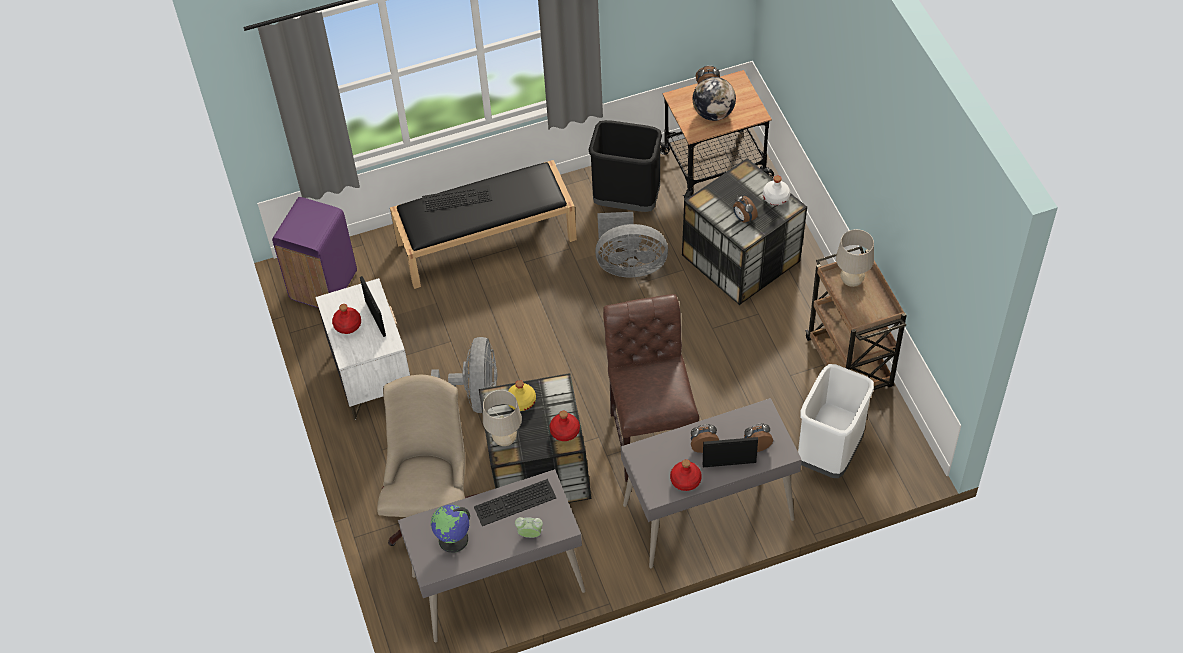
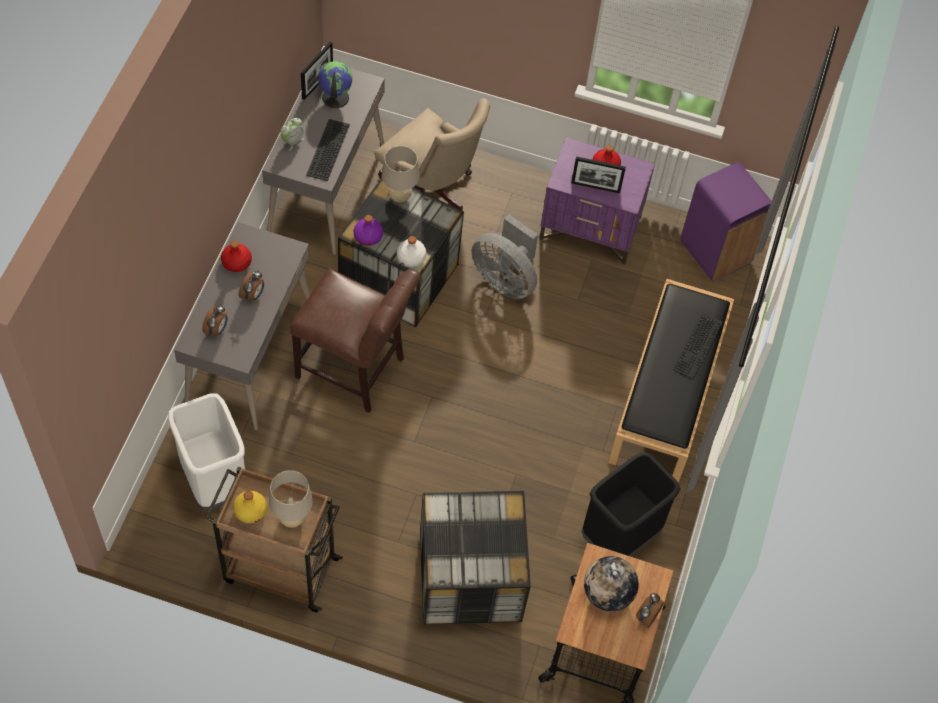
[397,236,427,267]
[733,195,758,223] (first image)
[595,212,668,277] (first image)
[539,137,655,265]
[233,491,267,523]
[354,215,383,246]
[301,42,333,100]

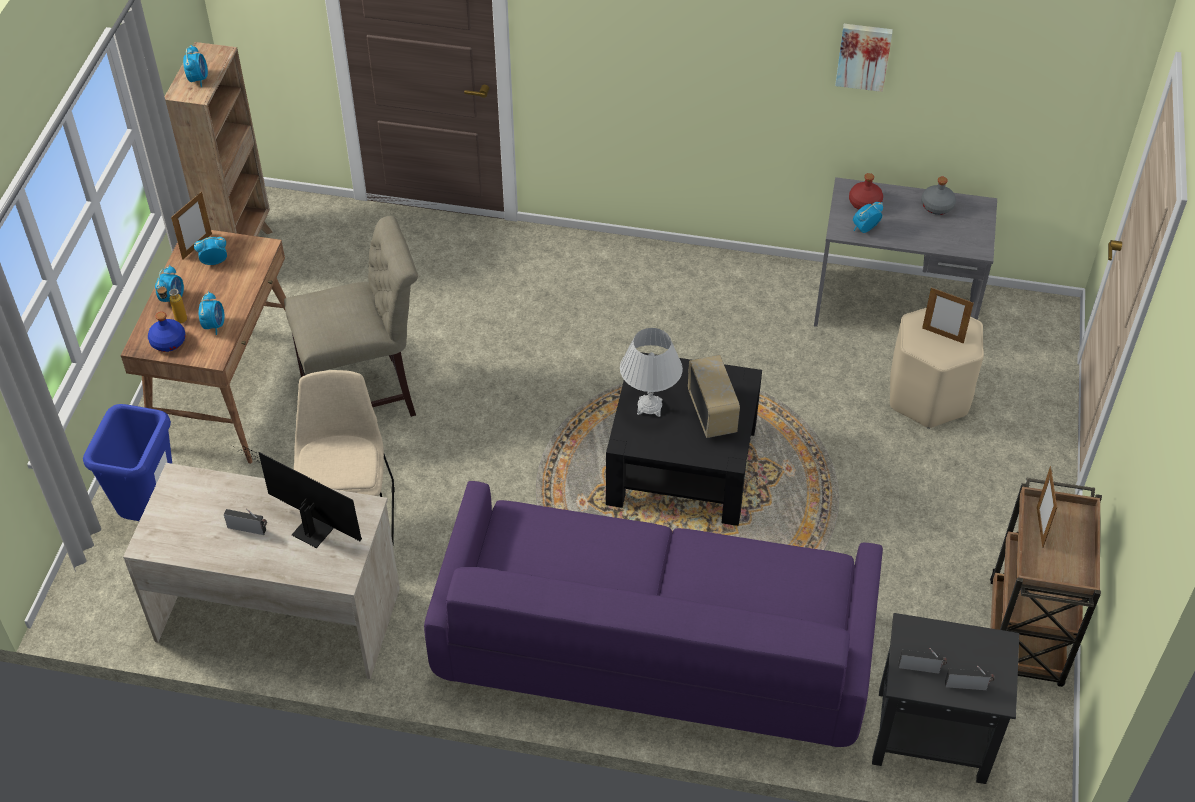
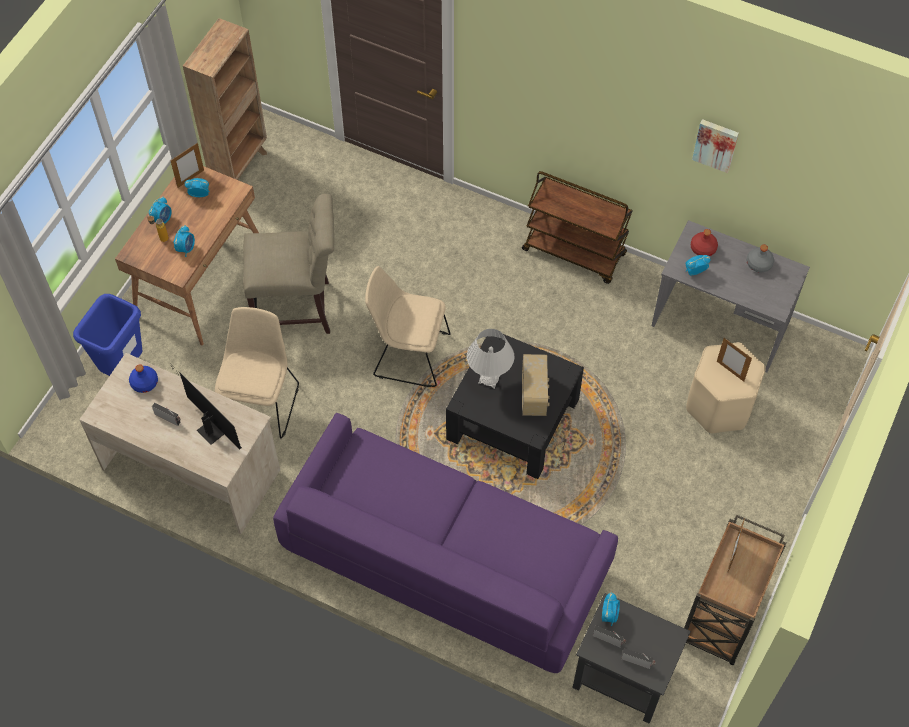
[602,592,620,626]
[129,364,158,393]
[522,171,632,284]
[365,266,451,387]

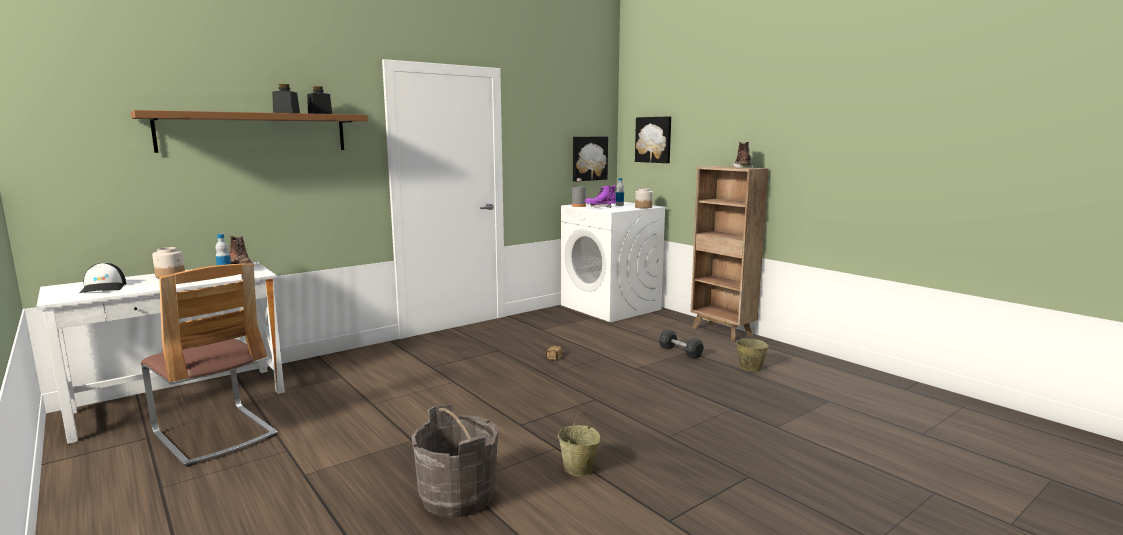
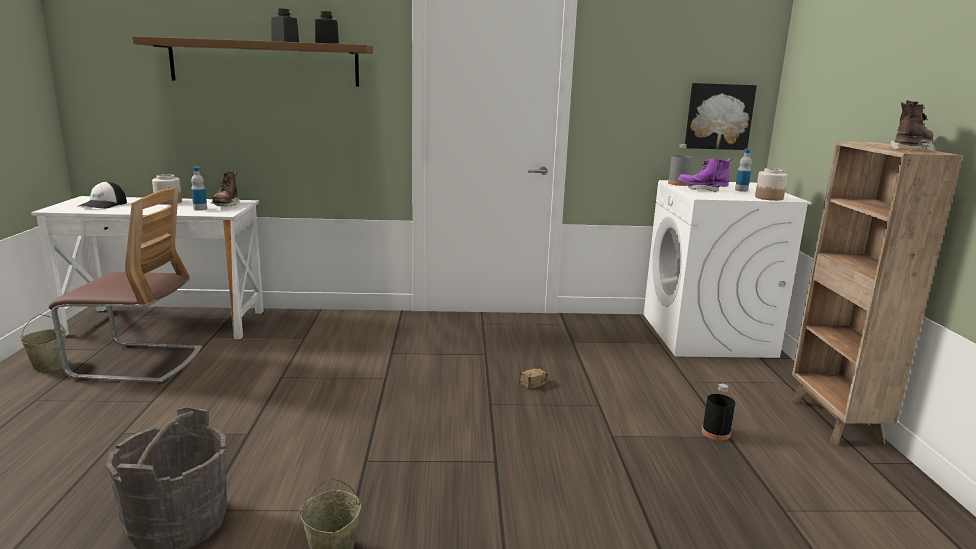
[635,116,671,163] (first image)
[49,188,202,384]
[20,314,66,372]
[702,384,735,441]

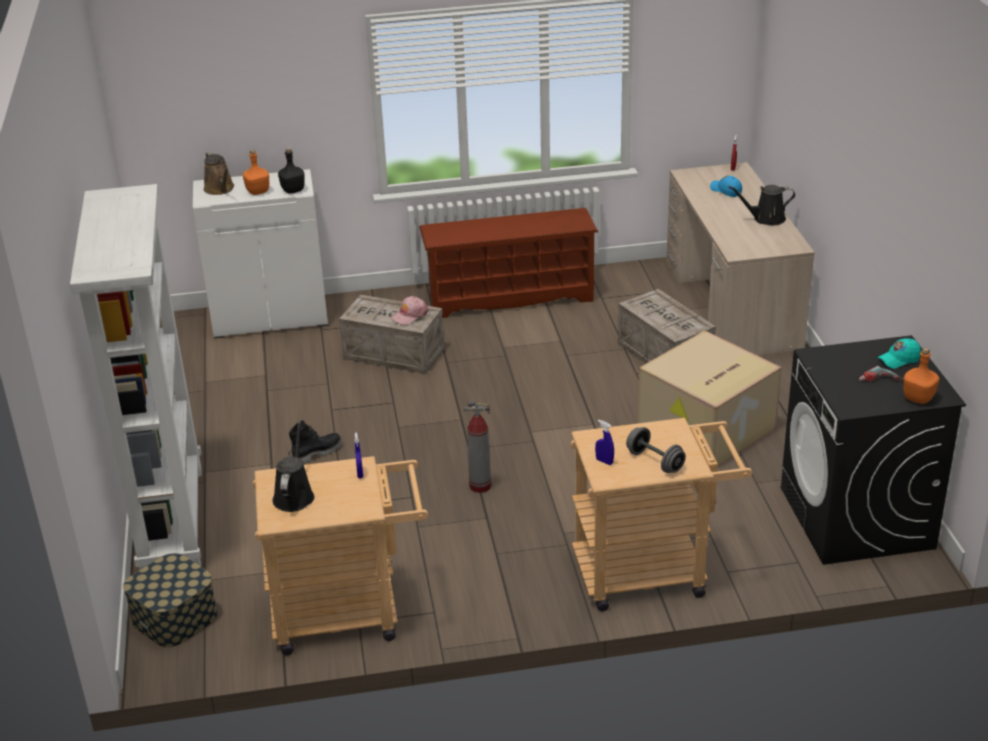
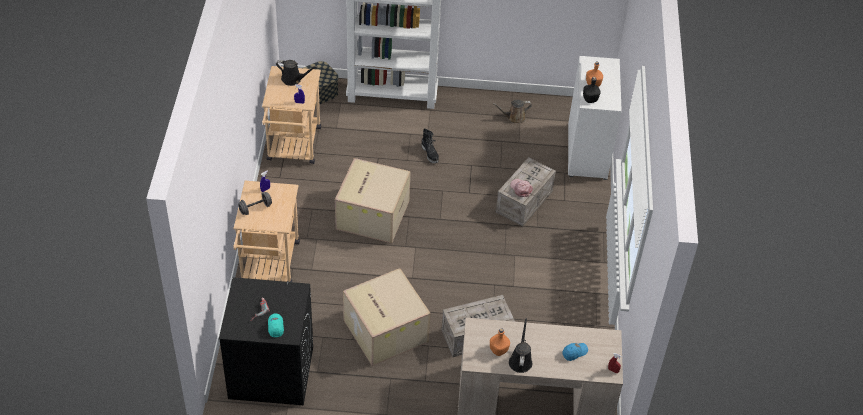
[492,99,532,124]
[419,208,598,318] (first image)
[490,328,510,356]
[335,158,411,243]

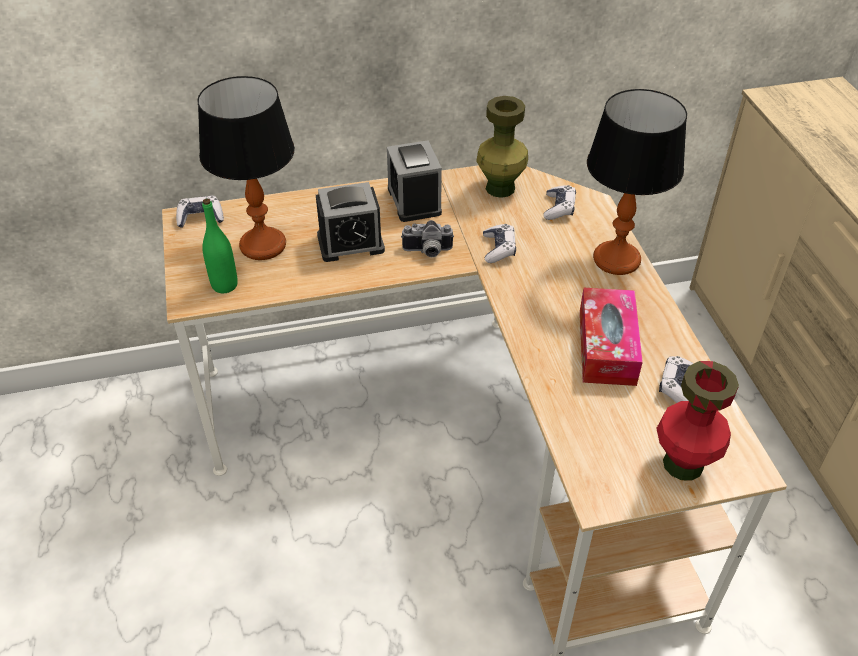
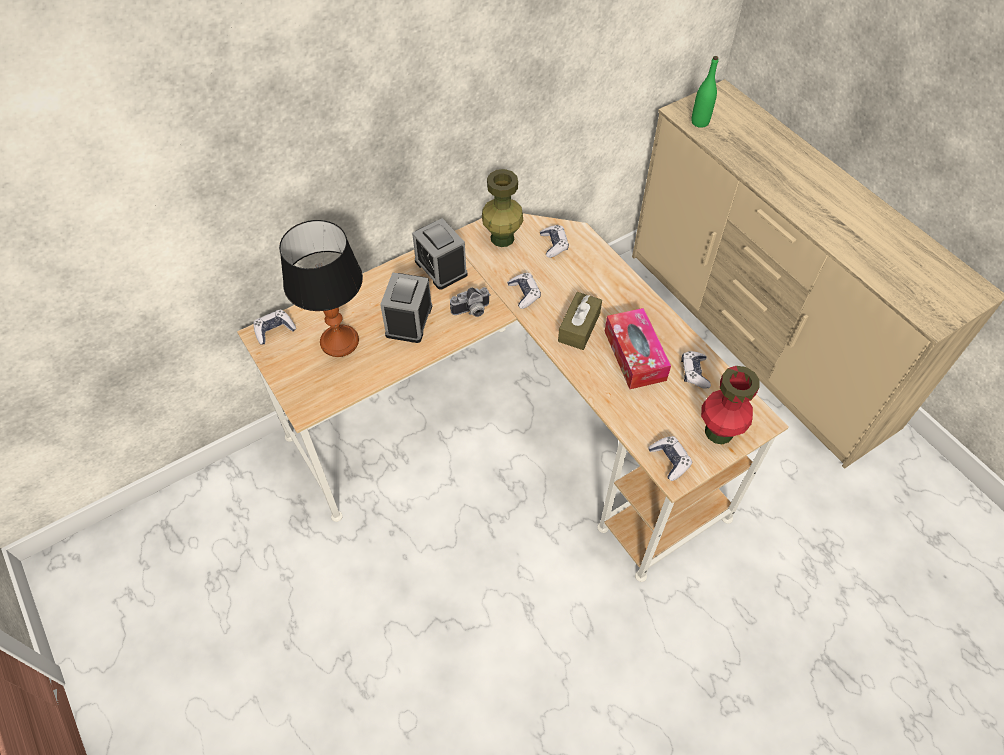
[587,89,687,275] (first image)
[380,272,432,343]
[691,56,718,128]
[558,292,602,350]
[648,436,692,481]

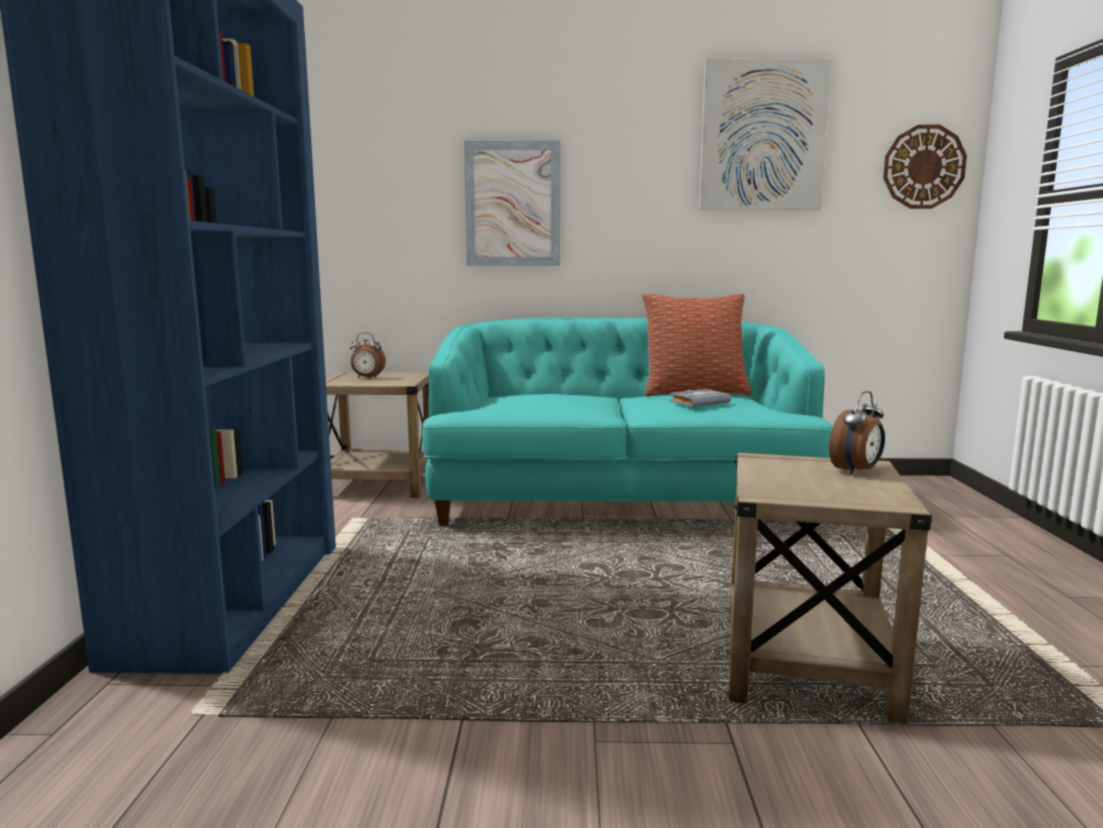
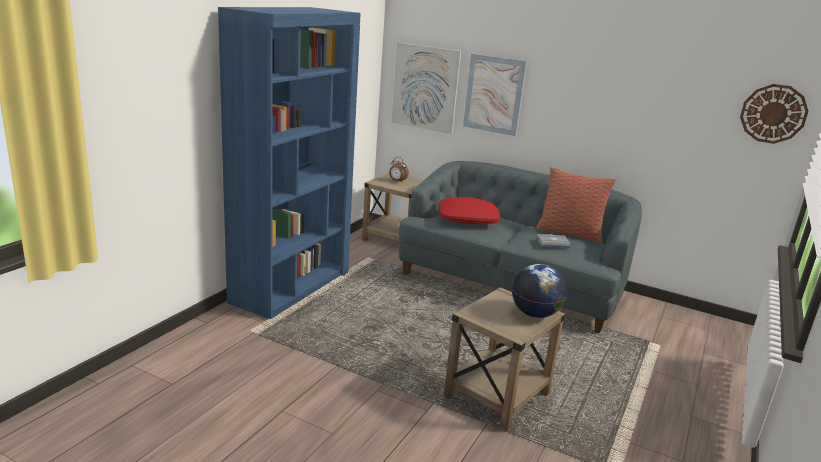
[392,43,461,134]
[399,161,642,333]
[512,264,566,318]
[439,197,500,224]

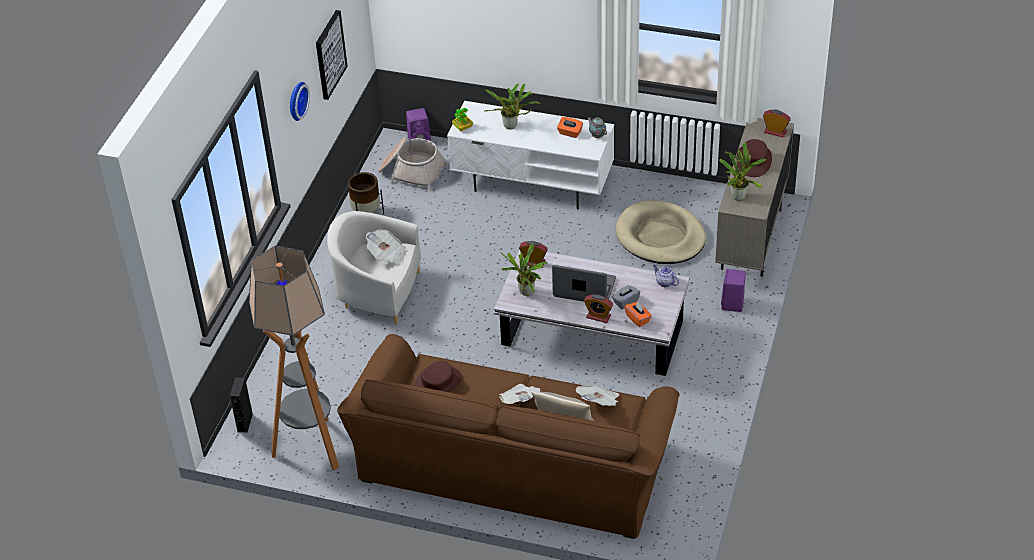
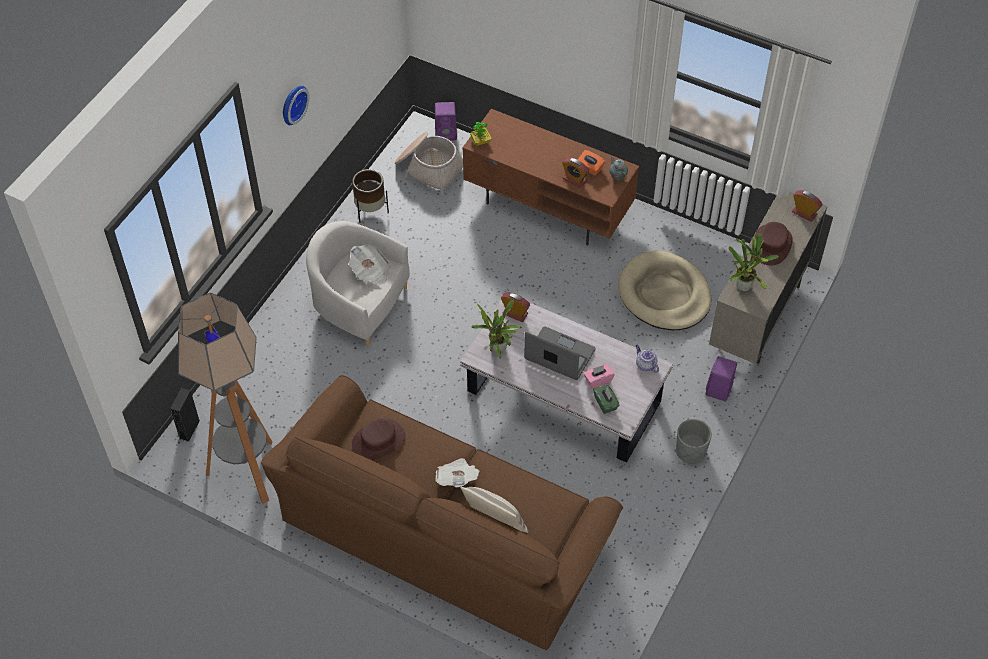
[316,10,348,100] (first image)
[486,83,541,129] (first image)
[462,109,639,245]
[584,364,615,389]
[562,158,589,188]
[593,385,619,414]
[576,385,619,406] (first image)
[676,419,712,464]

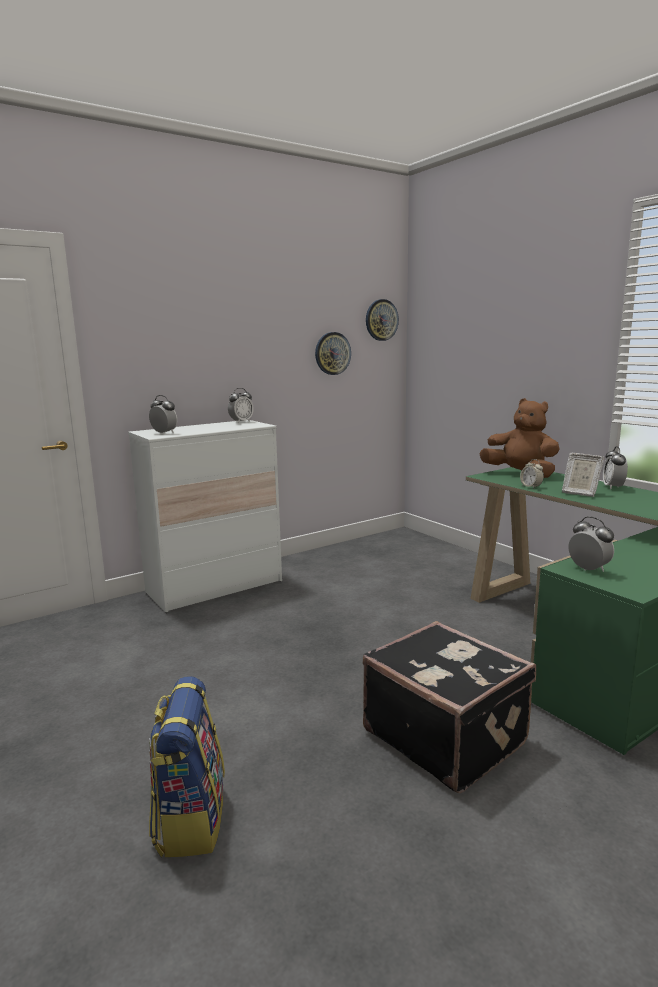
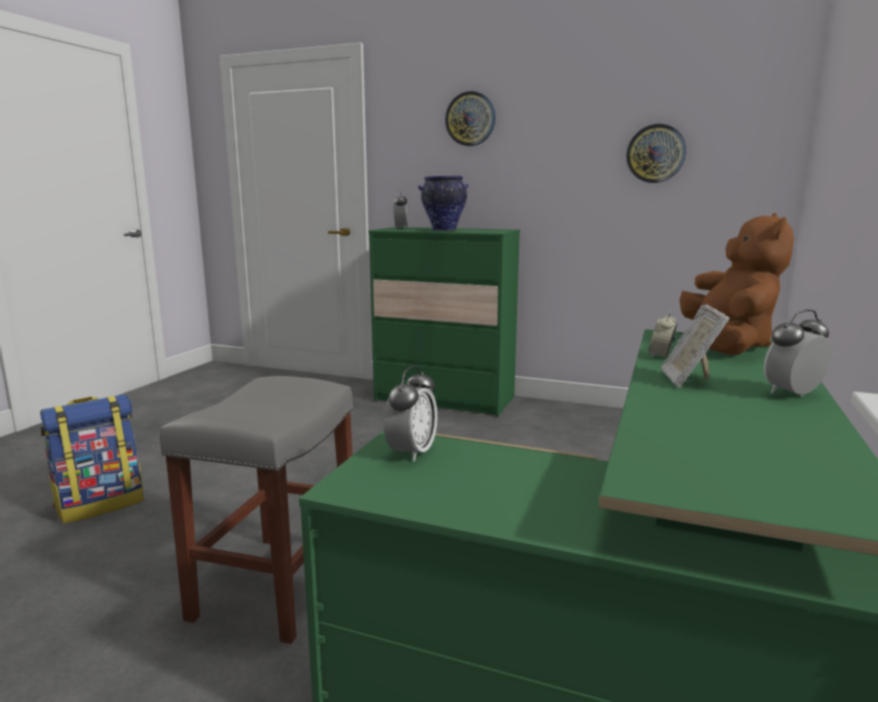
[445,91,496,146]
[228,388,254,423] (first image)
[368,227,520,417]
[160,376,353,644]
[418,175,469,231]

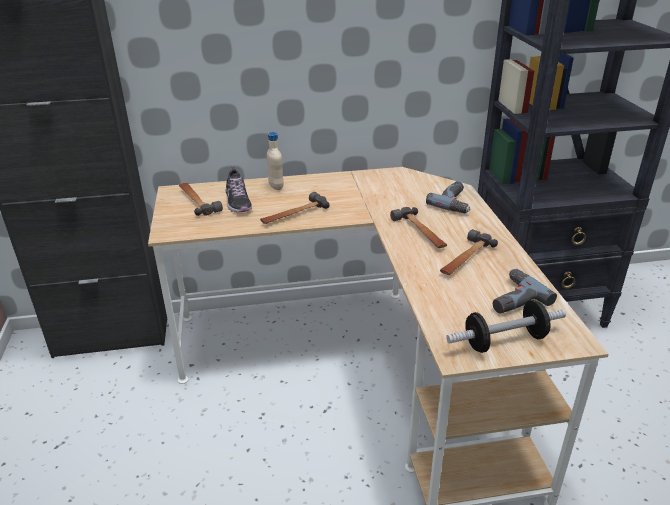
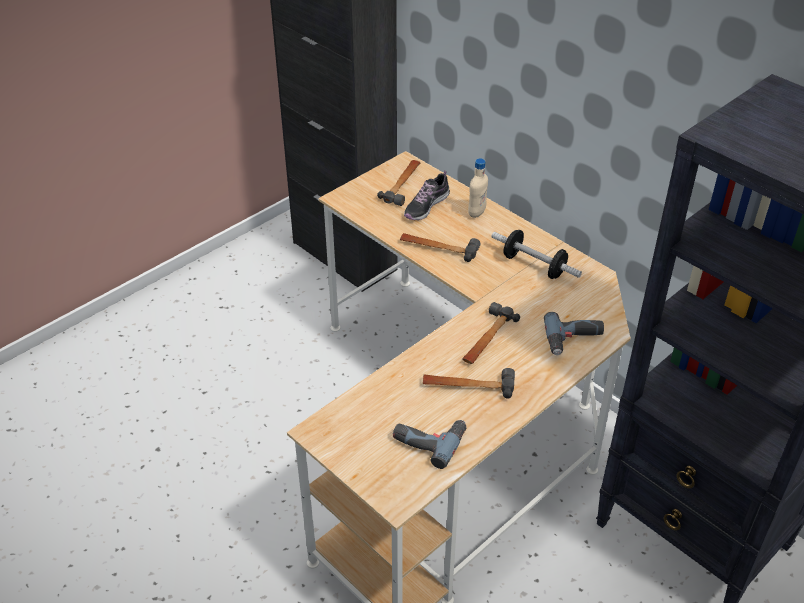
[491,230,582,279]

